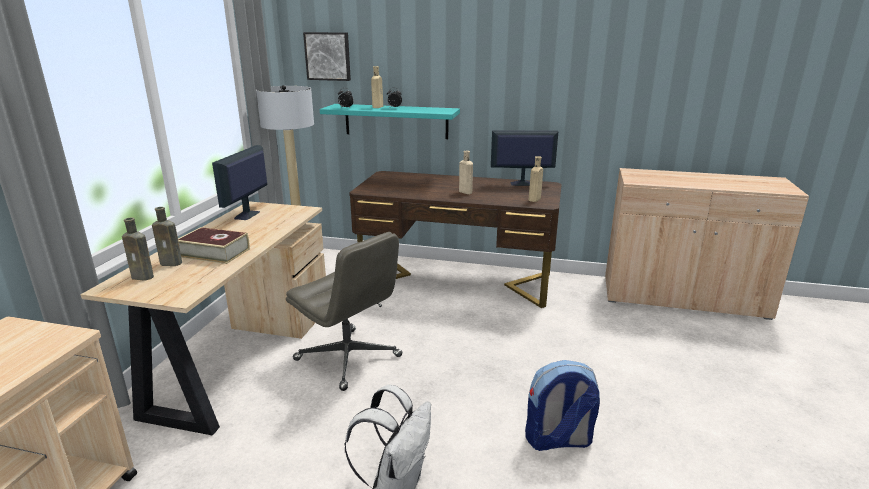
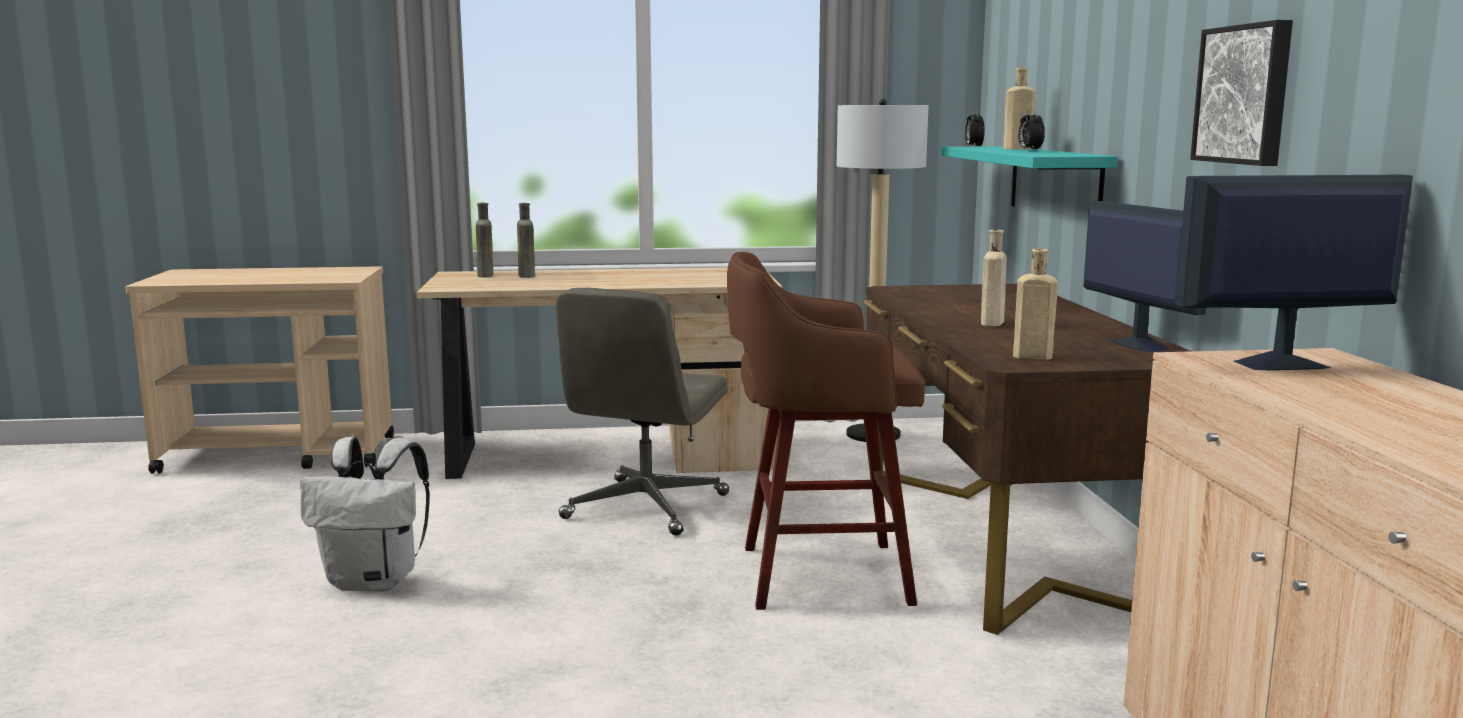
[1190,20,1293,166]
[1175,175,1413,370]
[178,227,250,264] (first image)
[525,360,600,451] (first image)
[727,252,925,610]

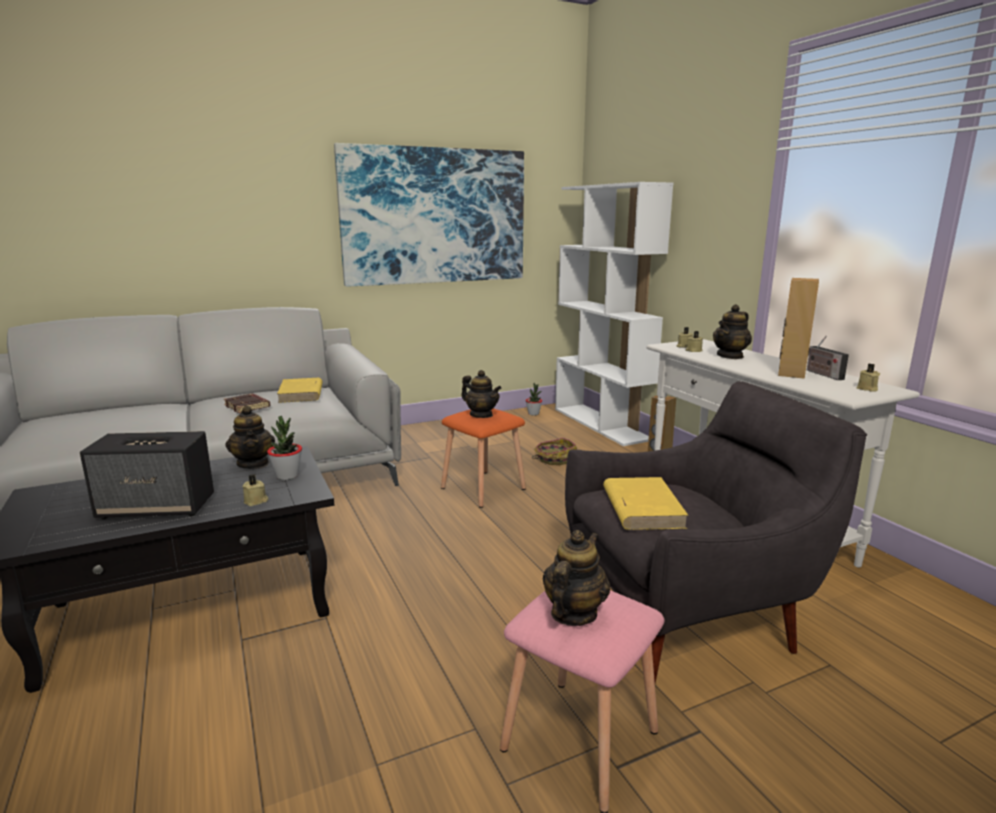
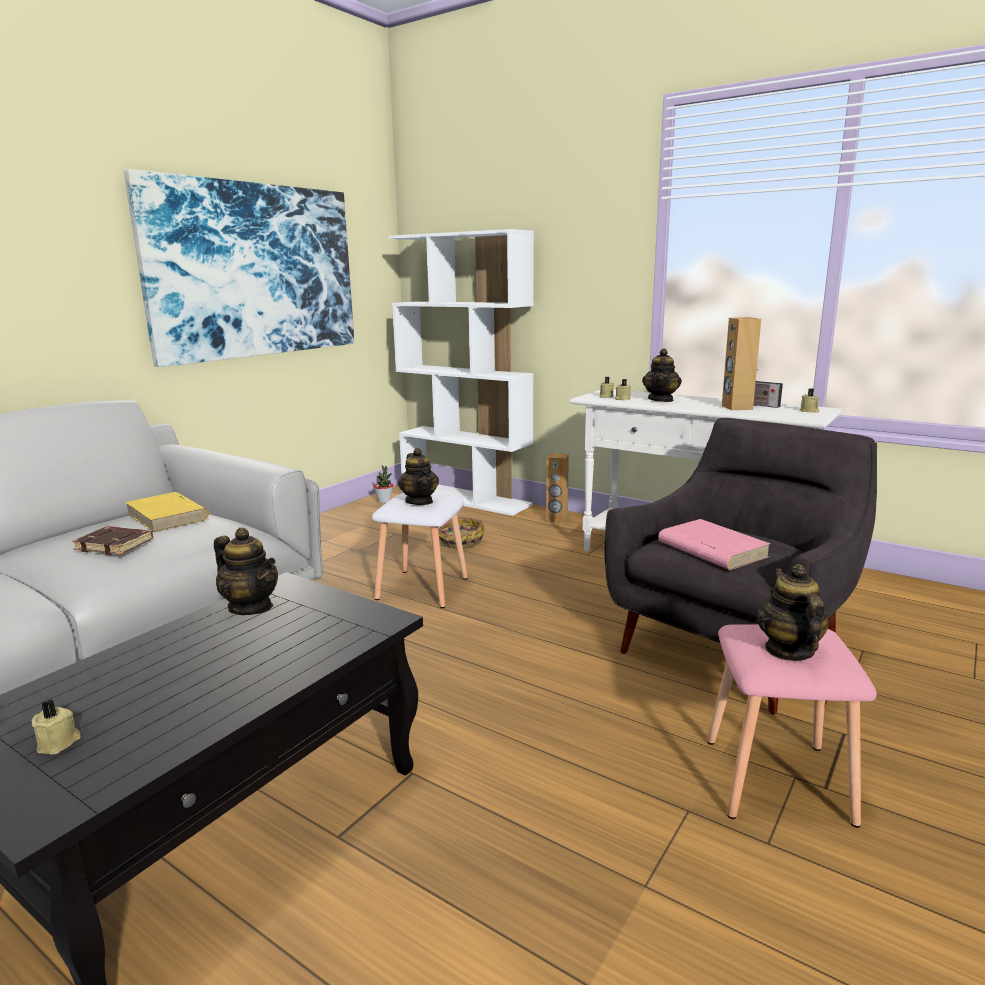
[398,448,439,505]
[372,493,468,608]
[267,416,302,480] (first image)
[80,431,214,519] (first image)
[32,700,81,754]
[658,519,771,570]

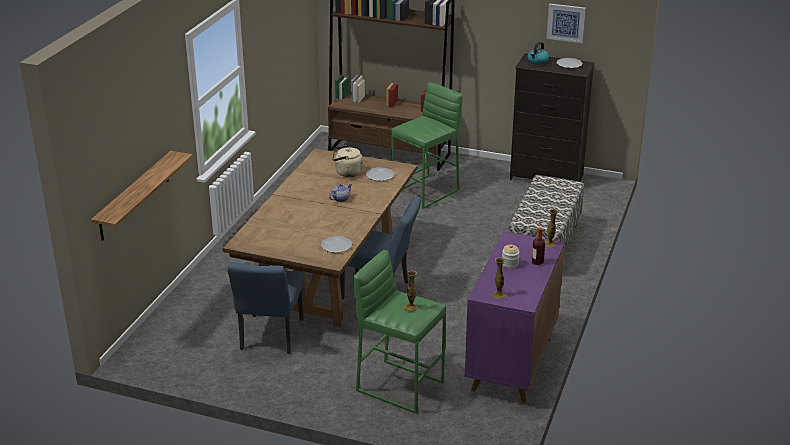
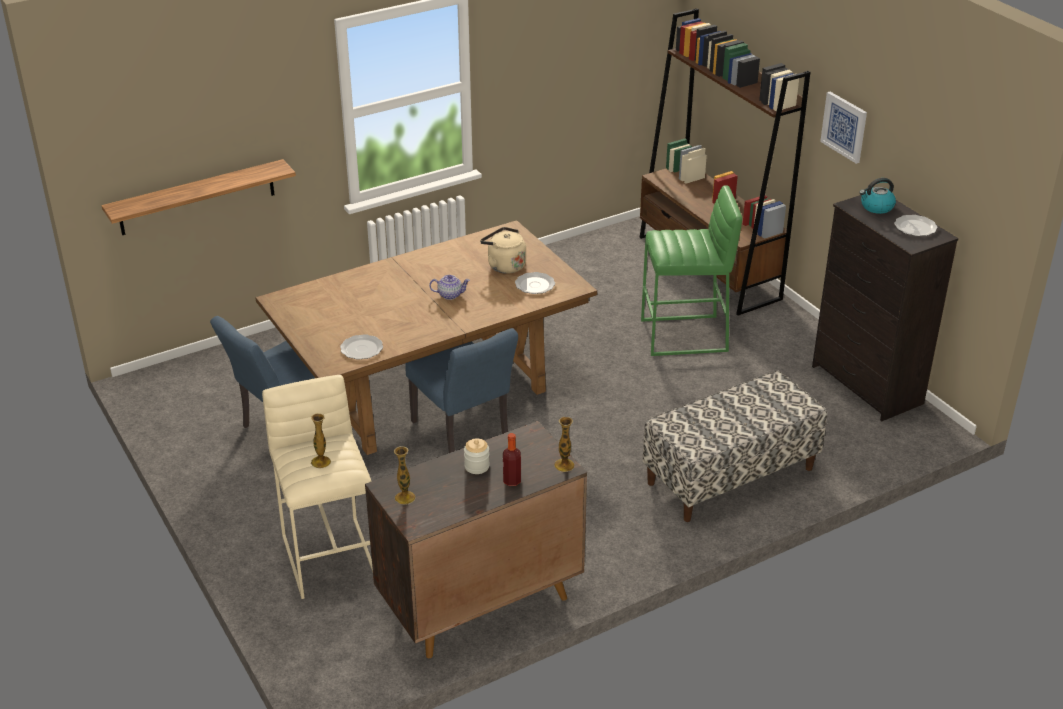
[820,92,867,164]
[365,421,587,658]
[262,375,373,599]

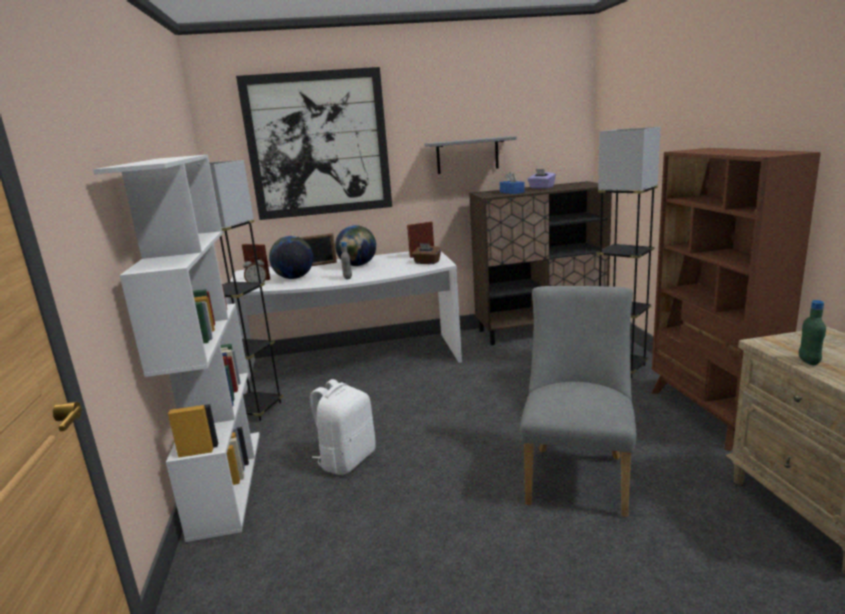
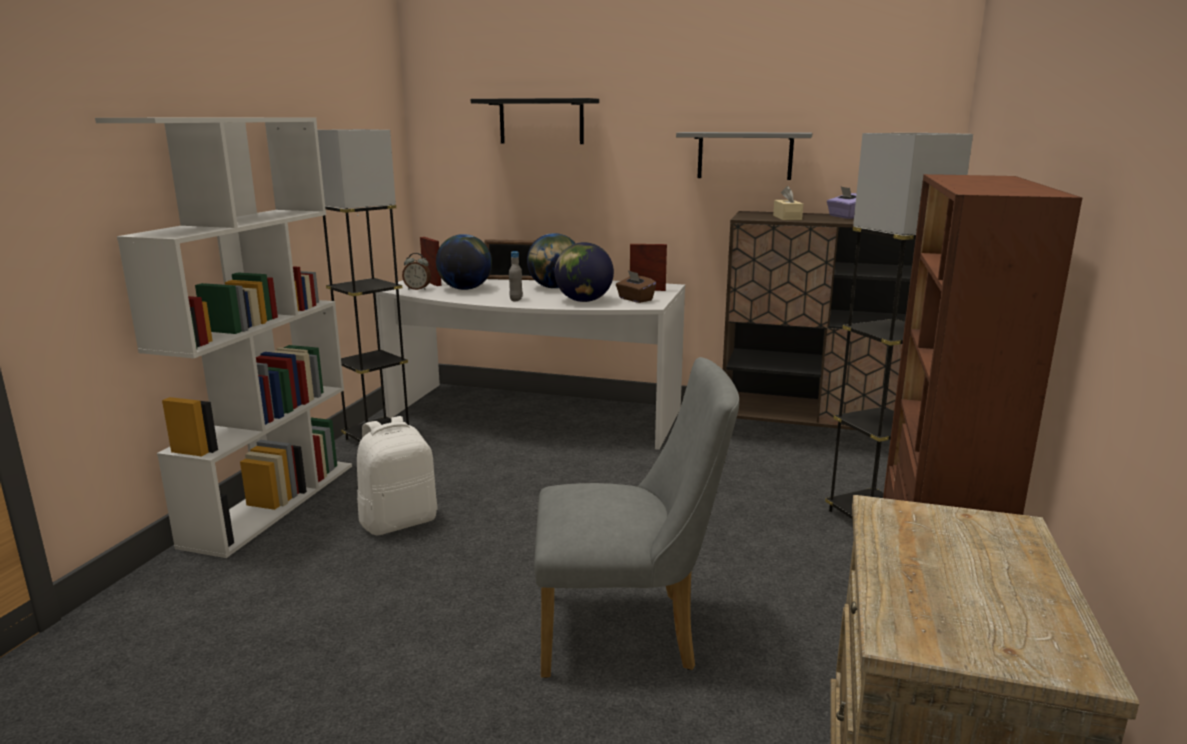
[471,98,599,144]
[773,186,803,220]
[534,357,739,678]
[799,300,826,365] (first image)
[555,242,614,302]

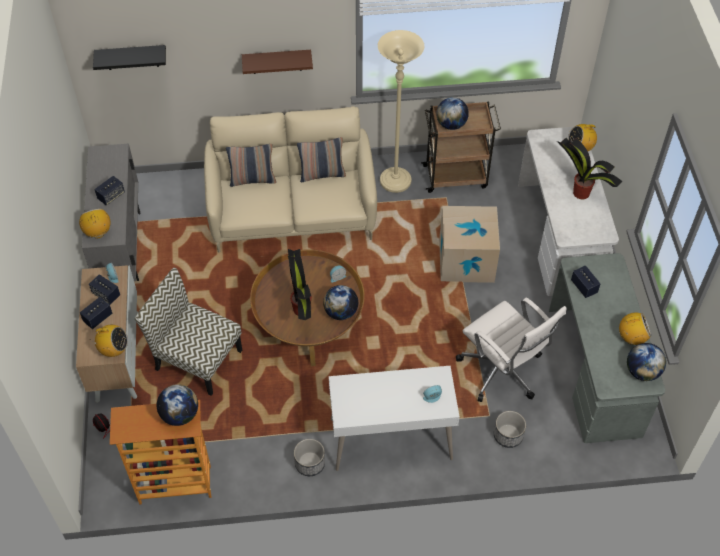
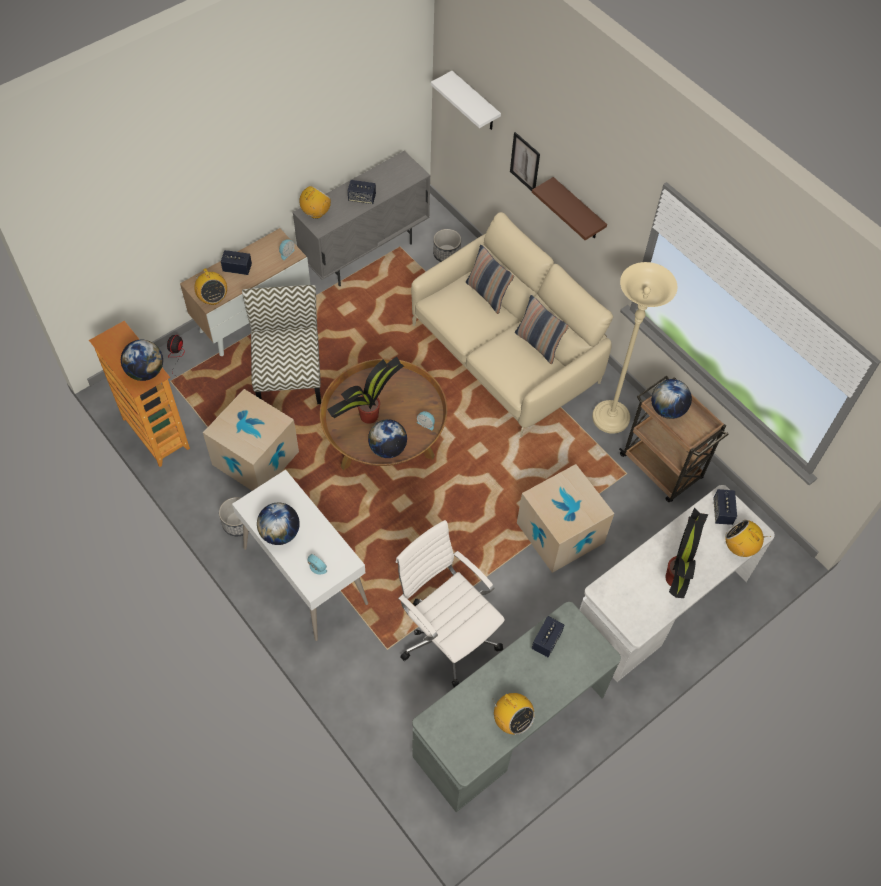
[431,71,501,130]
[713,489,737,525]
[396,520,505,687]
[257,503,300,545]
[433,229,461,262]
[510,132,540,191]
[203,389,299,491]

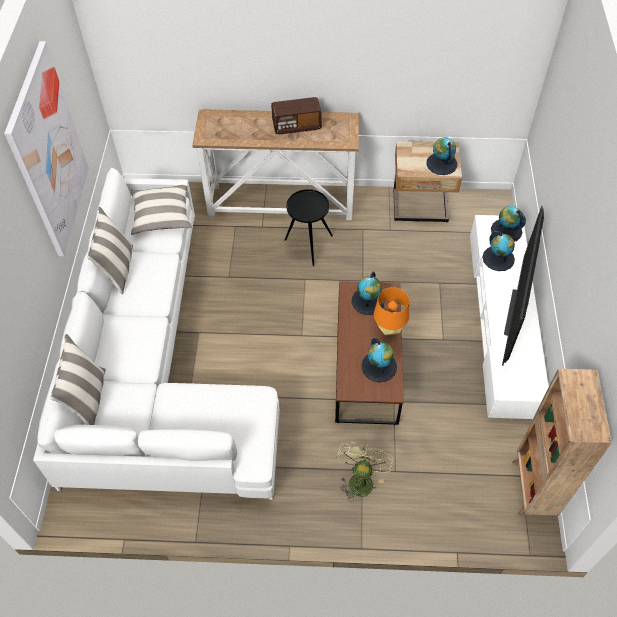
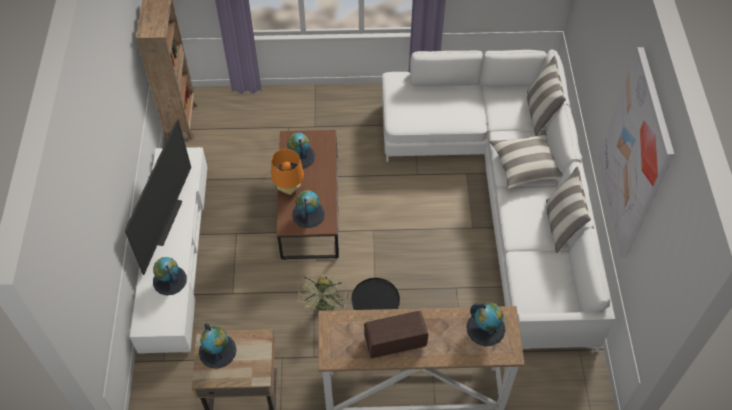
[490,132,563,189]
[466,302,506,346]
[297,274,348,311]

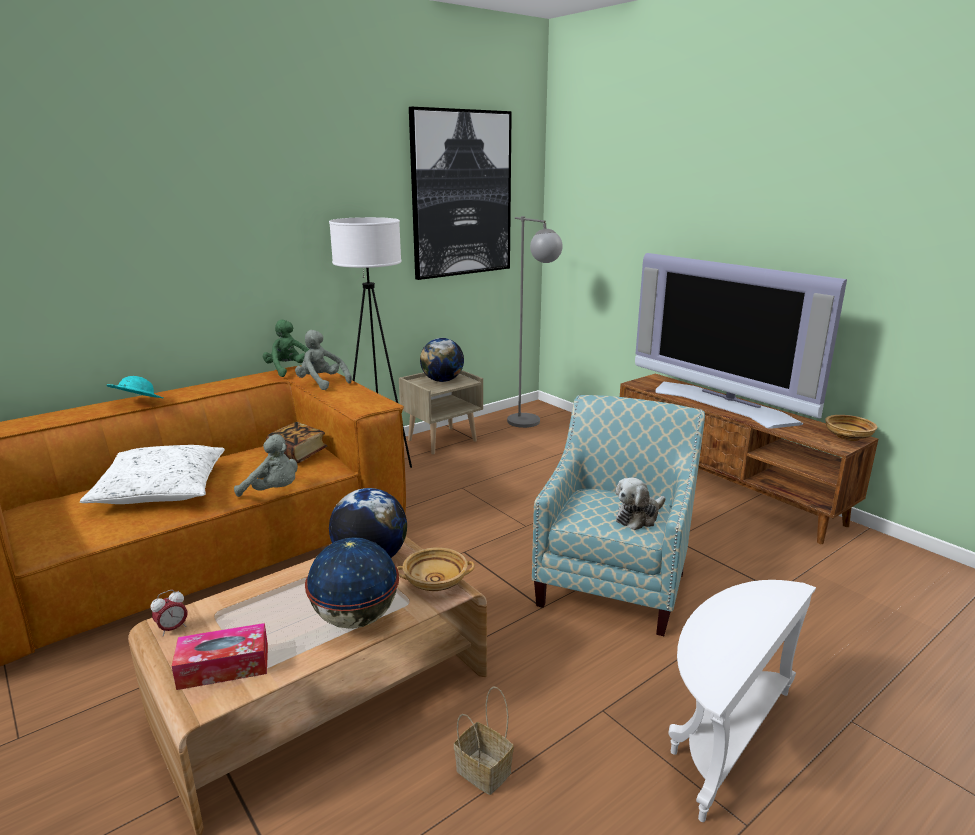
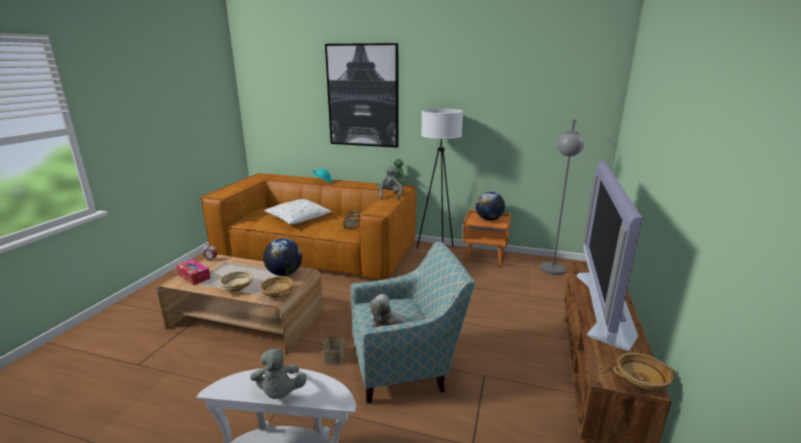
[325,43,398,148]
[463,210,511,266]
[250,348,307,399]
[219,271,253,291]
[321,321,345,364]

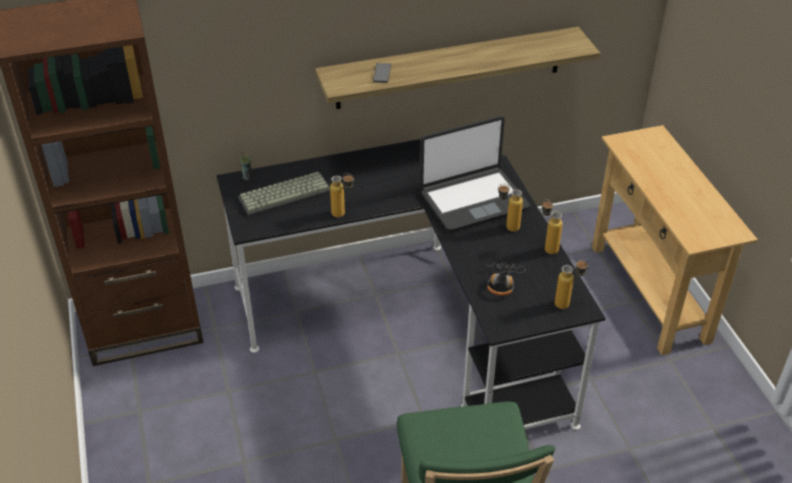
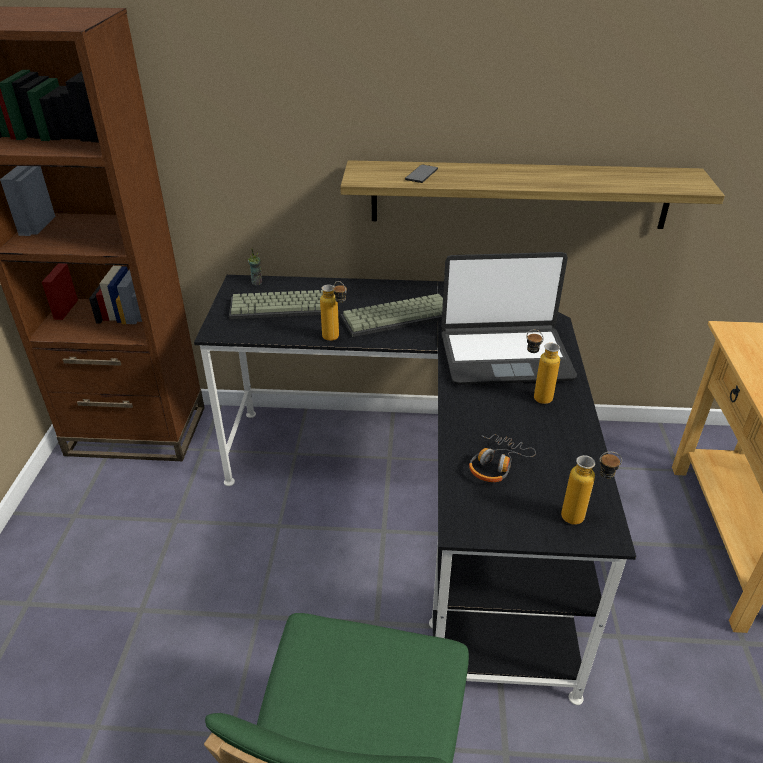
[542,199,563,254] (first image)
[341,294,443,337]

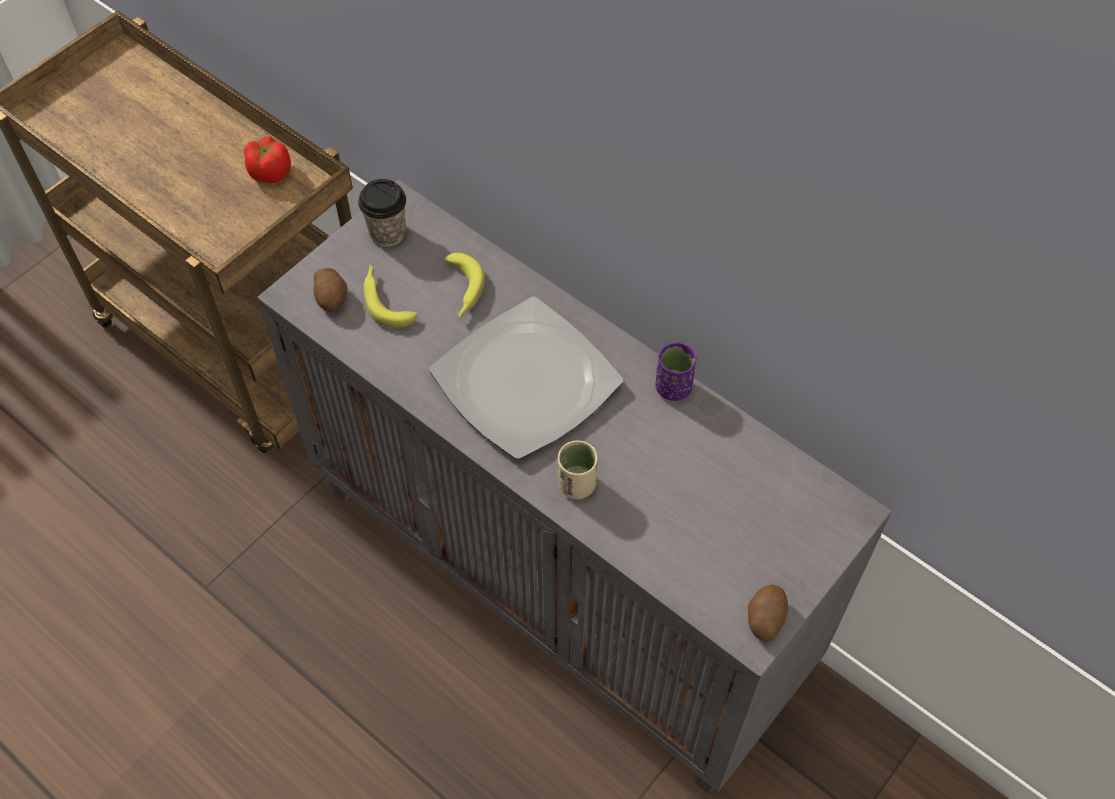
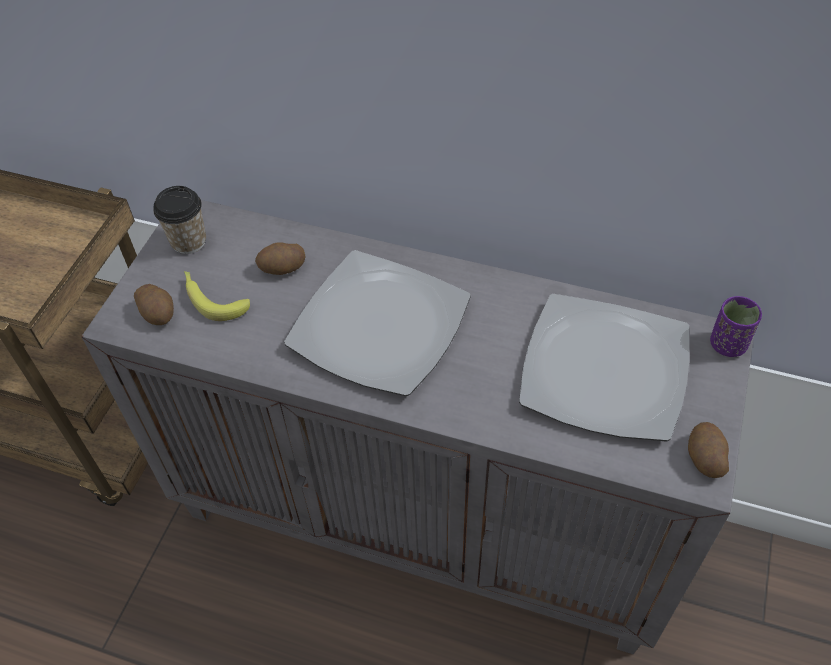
[244,137,291,183] (first image)
[255,242,306,275]
[710,296,762,357]
[558,440,597,499] (first image)
[519,294,689,442]

